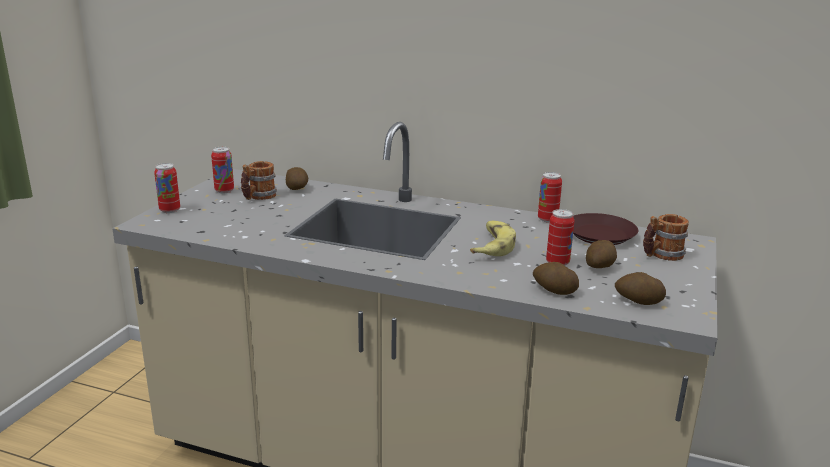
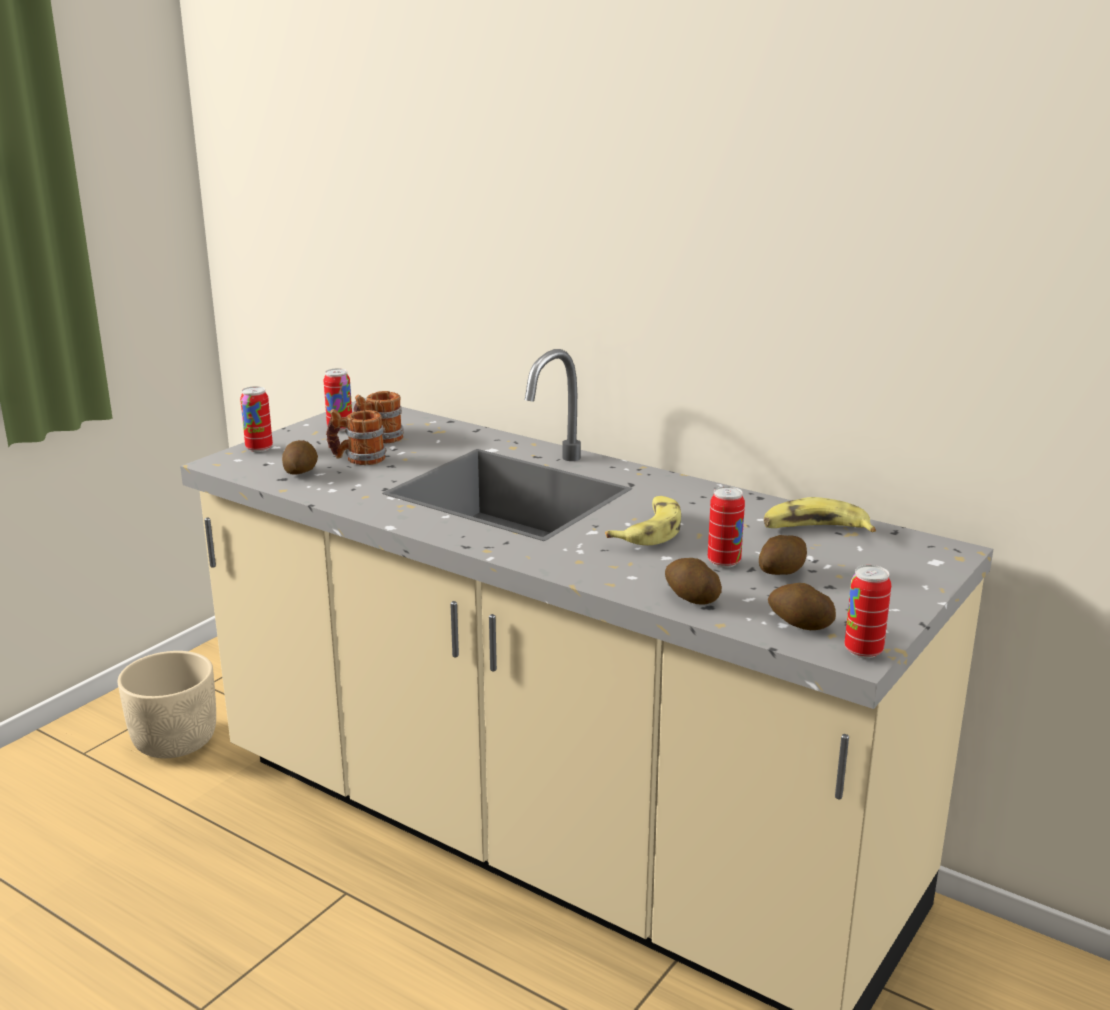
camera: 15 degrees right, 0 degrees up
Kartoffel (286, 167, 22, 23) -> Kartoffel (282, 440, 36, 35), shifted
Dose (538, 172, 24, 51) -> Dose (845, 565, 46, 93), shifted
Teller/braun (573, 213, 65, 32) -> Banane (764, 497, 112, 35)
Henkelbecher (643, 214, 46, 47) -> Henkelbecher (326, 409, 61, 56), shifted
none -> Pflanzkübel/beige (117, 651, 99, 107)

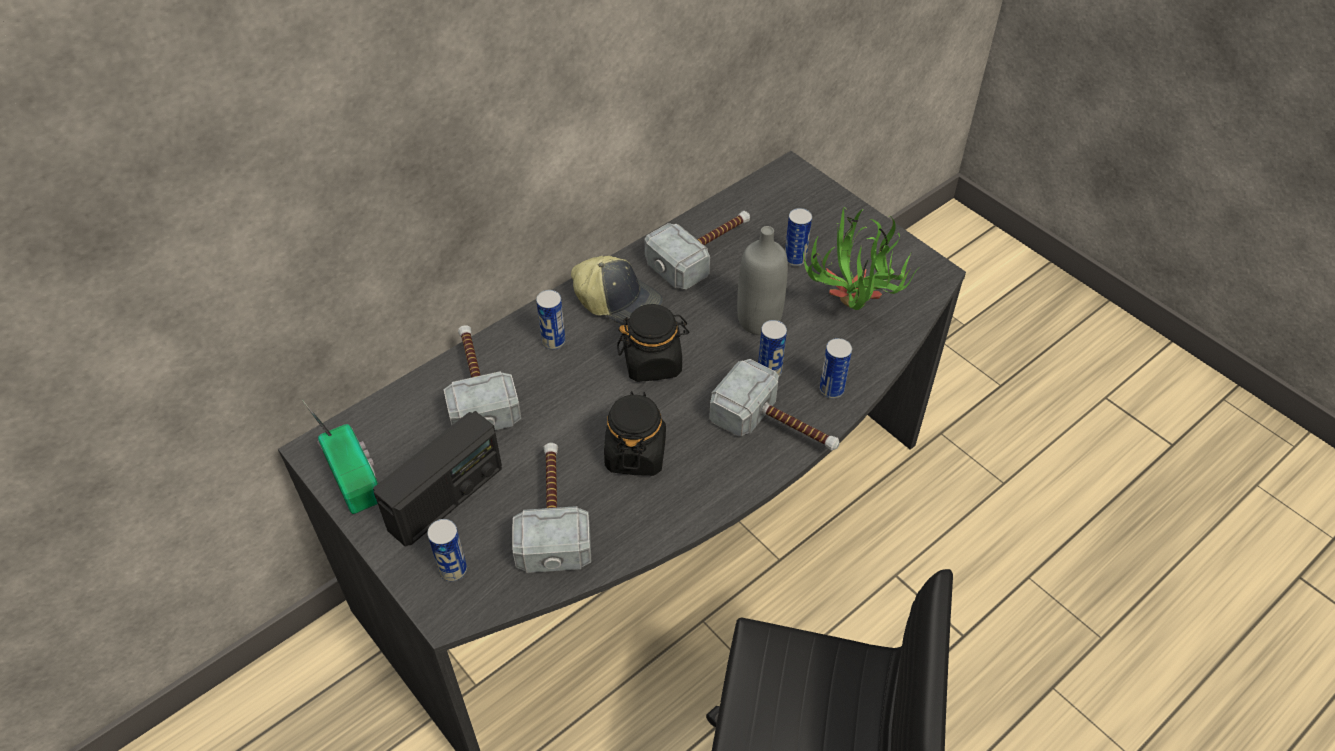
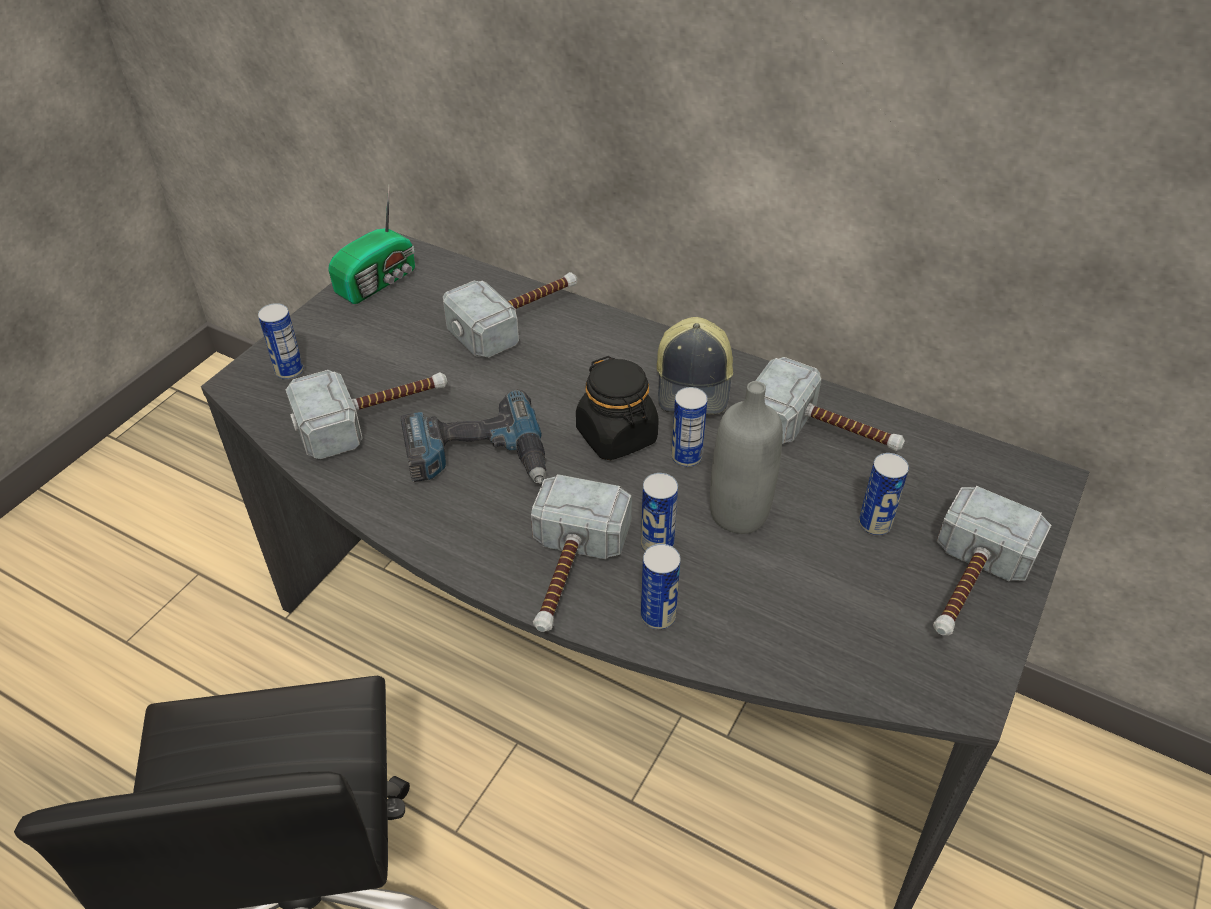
camera: 70 degrees right, 5 degrees down
Radio (373, 411, 129, 136) -> none
Dose (536, 290, 29, 60) -> Dose (671, 387, 37, 80), shifted
Vorratsglas/schwarz (604, 391, 62, 85) -> Bohrmaschine (400, 389, 146, 95)
Topfpflanze (803, 207, 119, 103) -> none
none -> Hammer (933, 486, 118, 149)

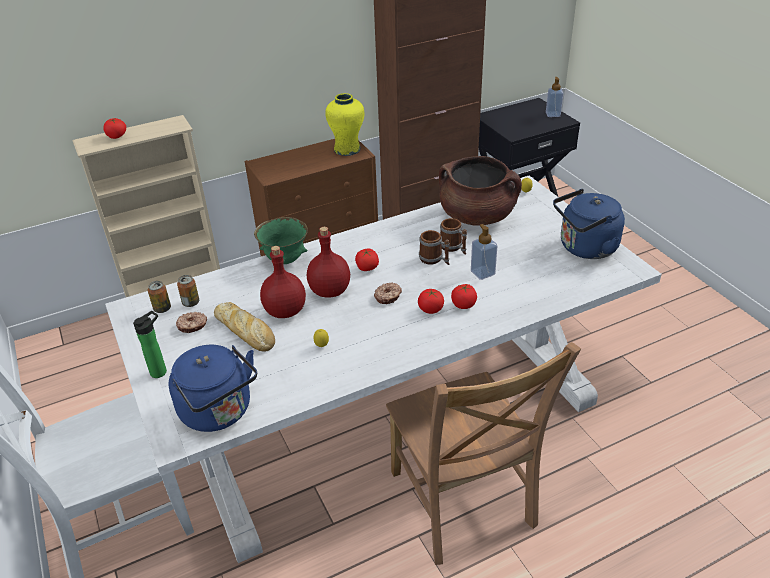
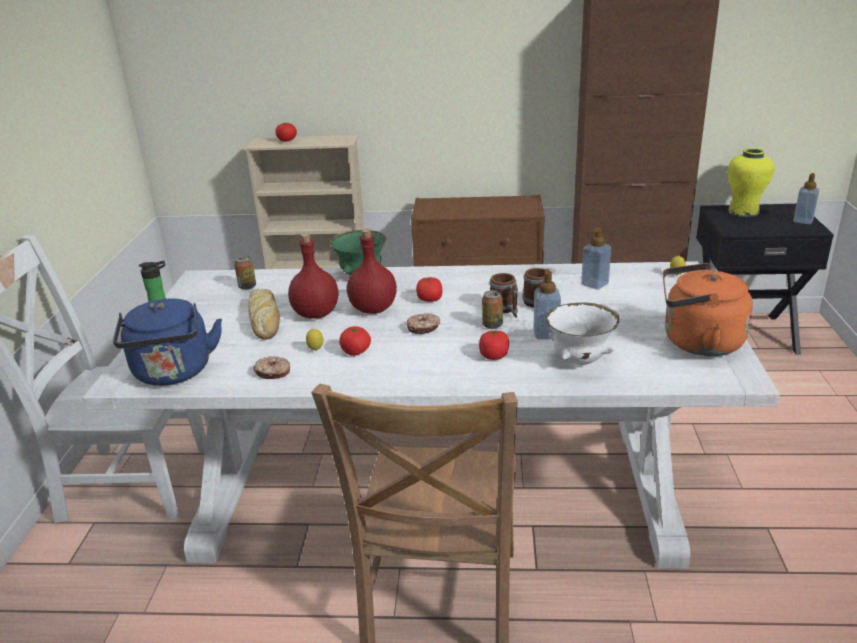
camera: 30 degrees right, 10 degrees down
Dose (148, 281, 23, 32) -> Dose (482, 290, 21, 39), shifted
Donut (176, 312, 31, 21) -> Donut (253, 356, 37, 23), shifted
Vase/gelb (325, 93, 39, 63) -> Vase/gelb (728, 148, 47, 69), shifted
Tomate (418, 289, 26, 25) -> Tomate (339, 326, 32, 30), shifted
Kochtopf/braun (439, 156, 83, 70) -> Seifenspender (581, 227, 30, 63)
Wasserkessel/blau (553, 189, 72, 70) -> Wasserkessel/orange (663, 263, 90, 93)
none -> Schüssel/weiß (546, 302, 73, 63)

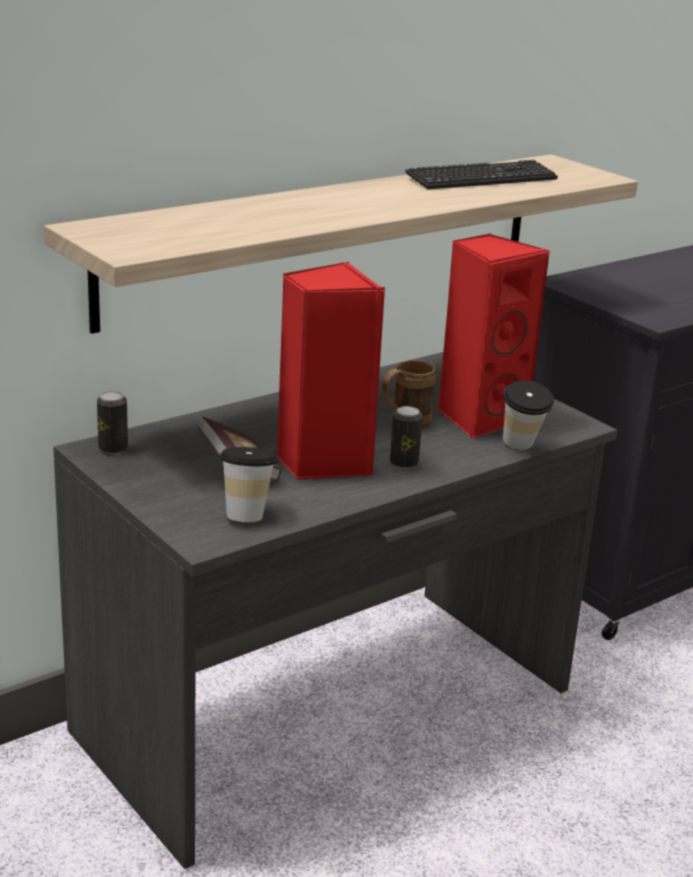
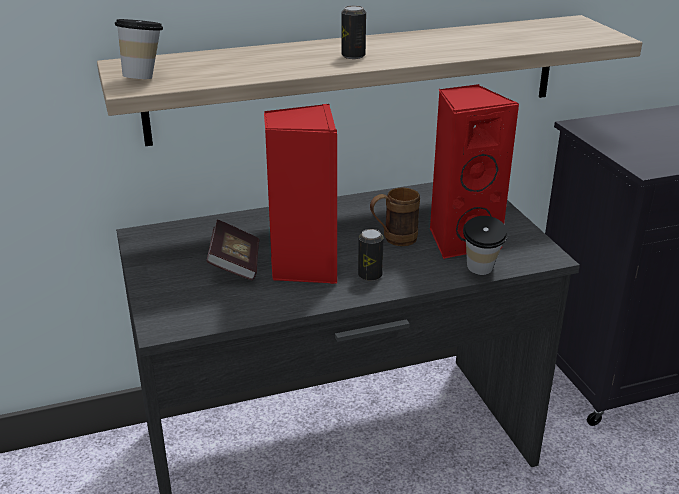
camera: 20 degrees right, 5 degrees up
Dose (97, 391, 31, 63) -> Dose (342, 6, 24, 53), shifted
Tasse (220, 447, 58, 75) -> Tasse (115, 19, 48, 60), shifted
Tastatur (405, 160, 153, 29) -> none

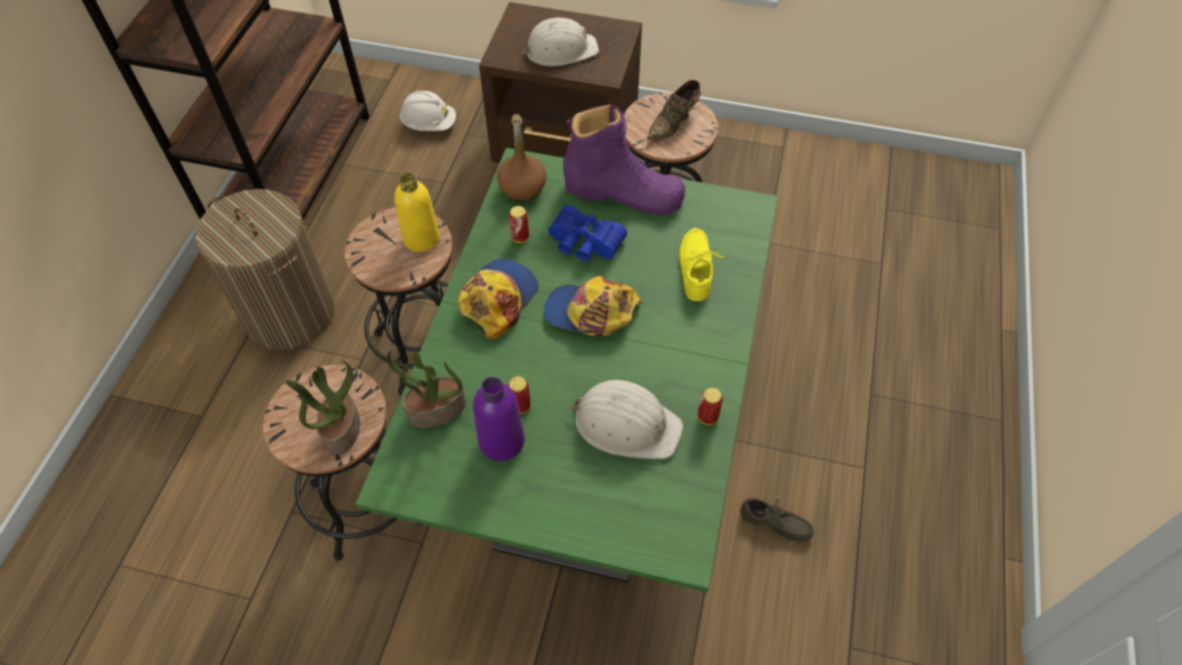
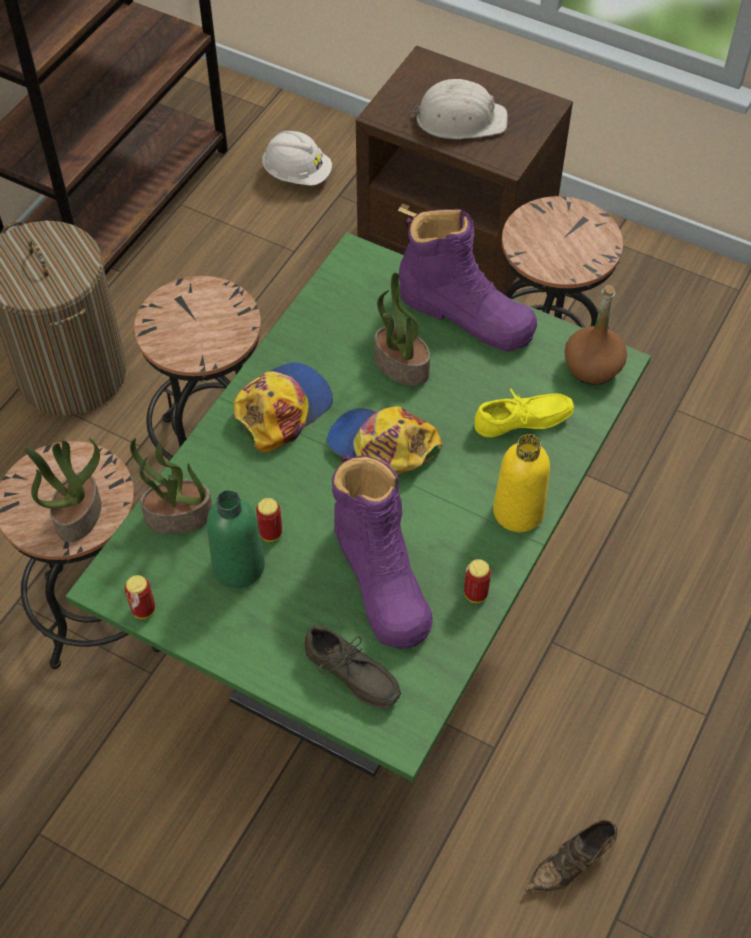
camera: 15 degrees right, 0 degrees up
Flasche/gelb (394, 172, 46, 80) -> Flasche/gelb (493, 434, 57, 98), shifted
Flasche/lila (473, 377, 52, 84) -> Flasche/grün (207, 490, 58, 98)
Flasche/braun (497, 114, 50, 88) -> Flasche/braun (564, 285, 63, 100), shifted
Dose (509, 206, 20, 37) -> Dose (125, 575, 30, 44), shifted
Fernglas/blau (548, 205, 79, 57) -> Topfpflanze (374, 273, 56, 113)
Schutzhelm/weiß (569, 380, 114, 79) -> Stiefel/lila (332, 455, 101, 194)
Schuh/braun (647, 80, 54, 61) -> Schuh/braun (526, 819, 92, 74), shifted
Schuh/gelb (679, 228, 46, 73) -> Schuh/gelb (474, 388, 100, 49), 60 degrees clockwise
Schuh/grau (740, 498, 74, 44) -> Schuh/grau (304, 625, 97, 83), shifted

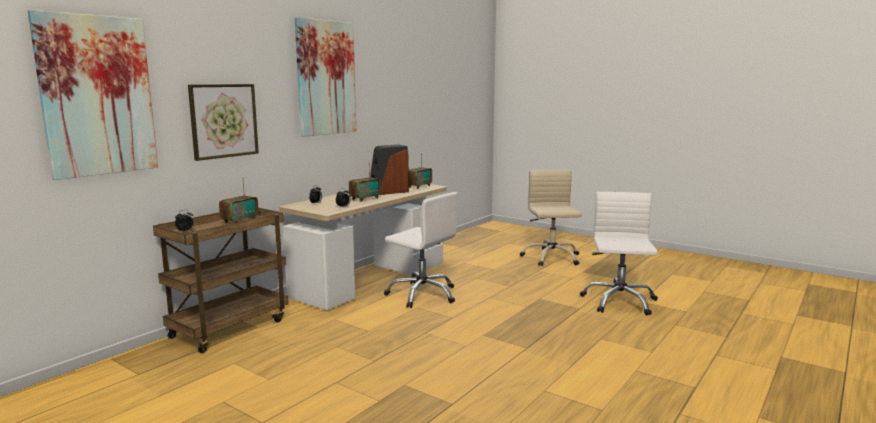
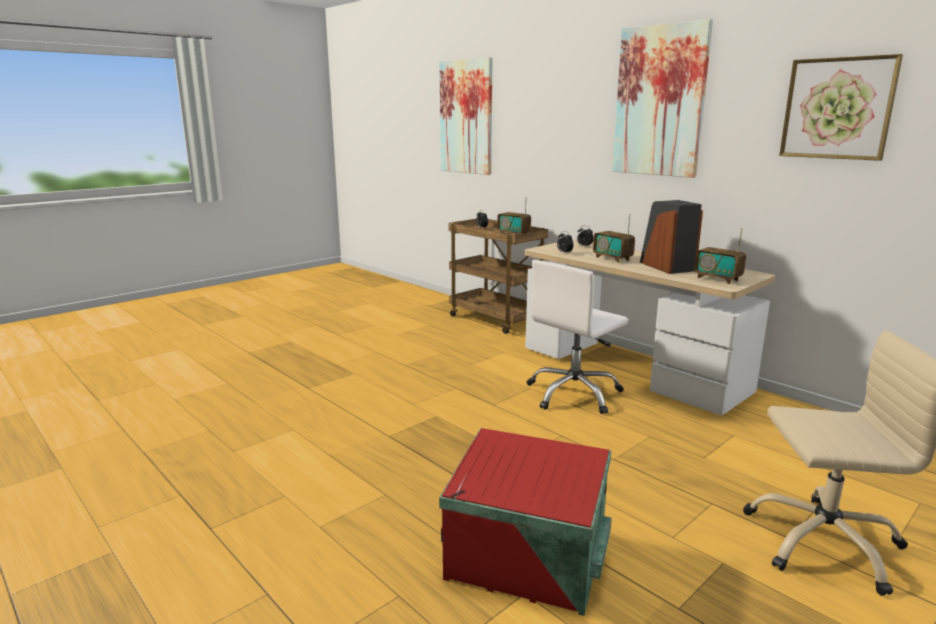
camera: 100 degrees right, 5 degrees up
Bild (188, 84, 71, 77) -> Bild (779, 54, 124, 107), shifted
Bürostuhl/weiß (580, 192, 78, 124) -> Aufbewahrungsbox/rot (439, 428, 173, 188)

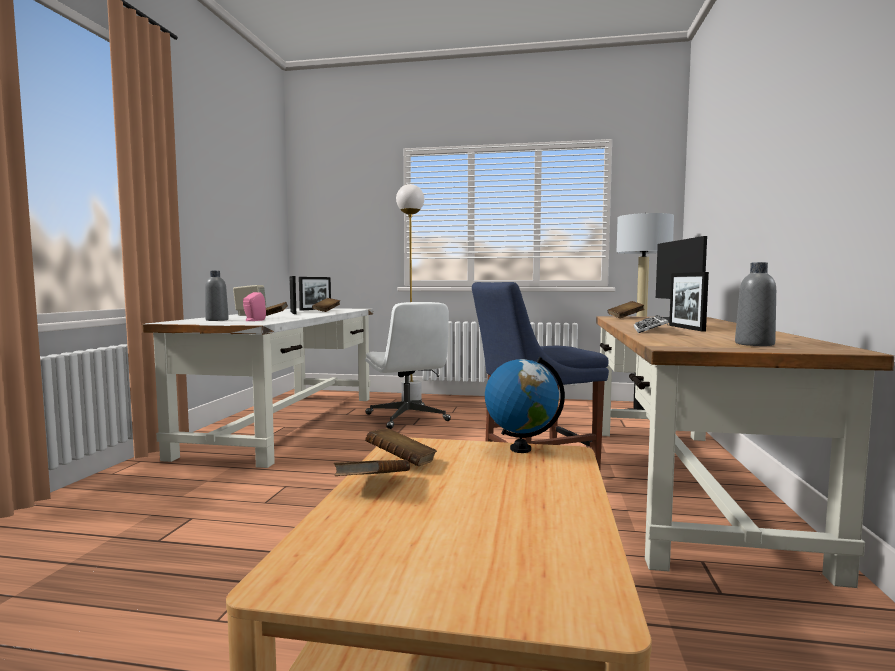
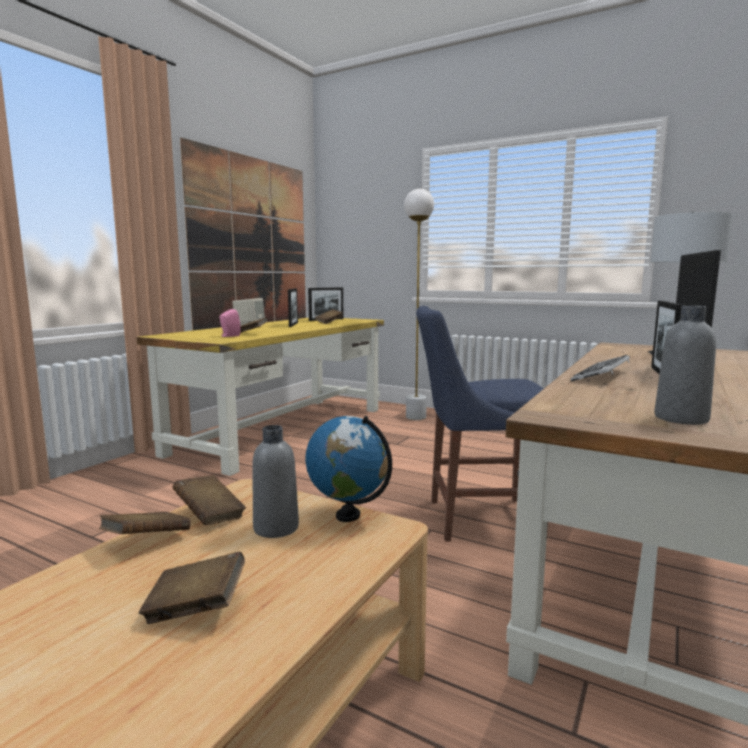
camera: 20 degrees right, 5 degrees up
Schreibtisch/weiß (142, 308, 231, 160) -> Schreibtisch/gelb (136, 318, 248, 158)
Flasche/grau (205, 271, 24, 50) -> Flasche/grau (252, 425, 47, 113), shifted
Bürostuhl/weiß (365, 302, 86, 127) -> none
Buch/braun (608, 301, 36, 17) -> Buch/braun (139, 552, 106, 72), shifted
none -> Bild (180, 138, 126, 193)

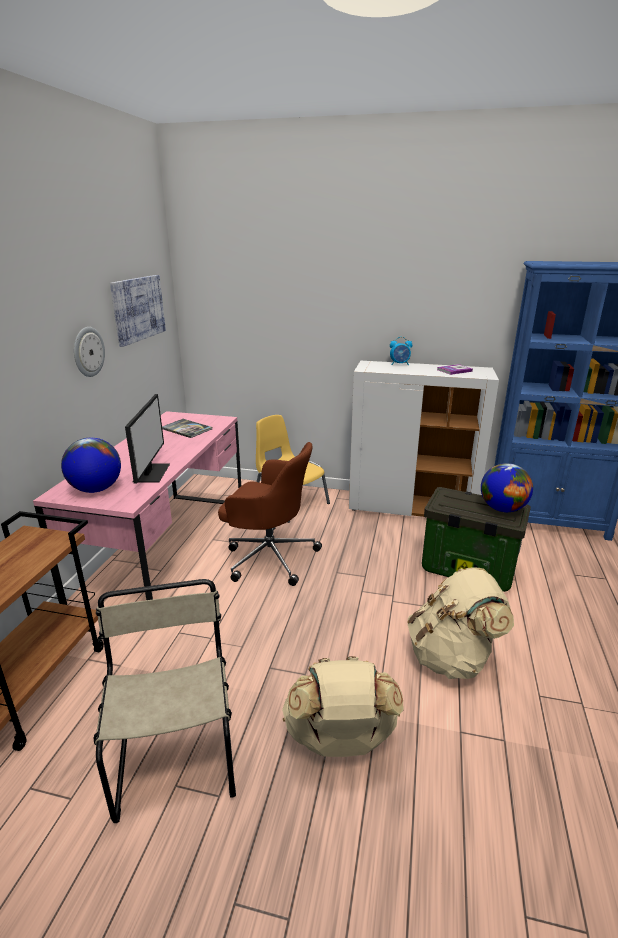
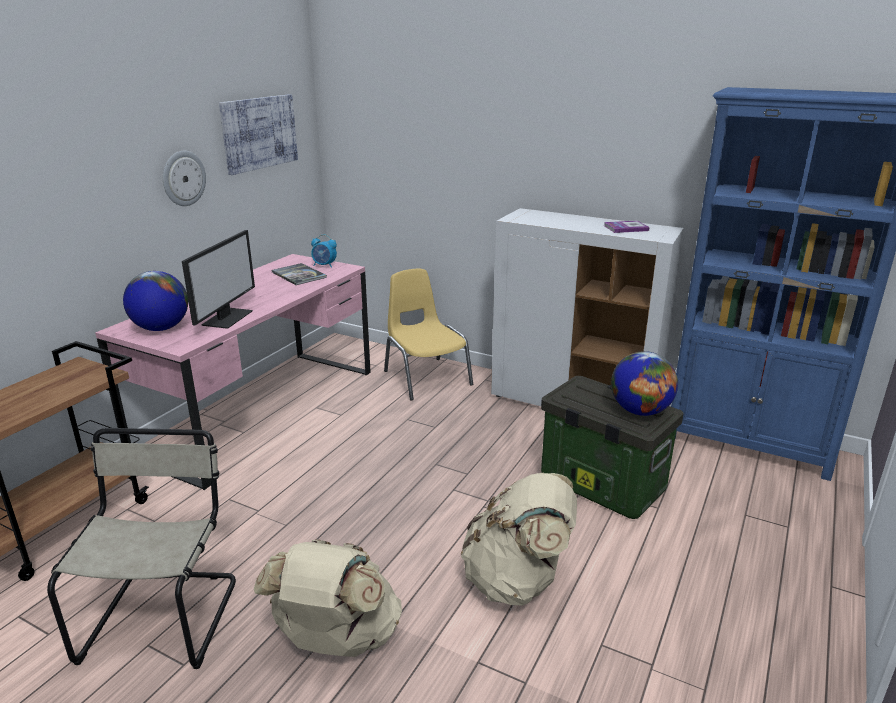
camera: 15 degrees right, 0 degrees up
Bürostuhl/braun (218, 442, 104, 144) -> none
Wecker (390, 337, 22, 28) -> Wecker (311, 234, 26, 34), shifted

